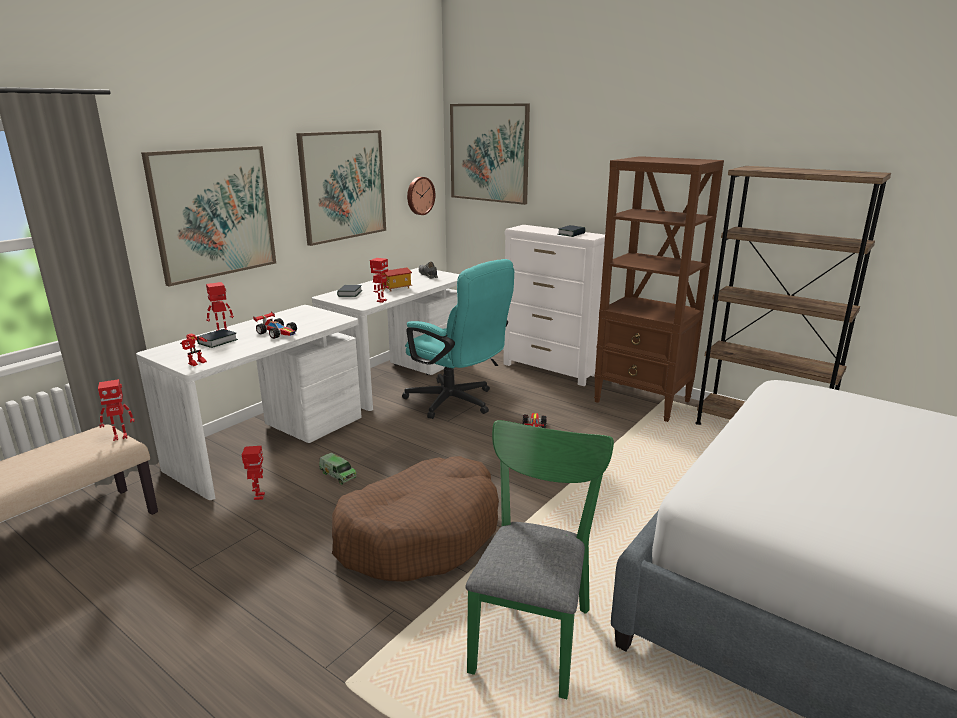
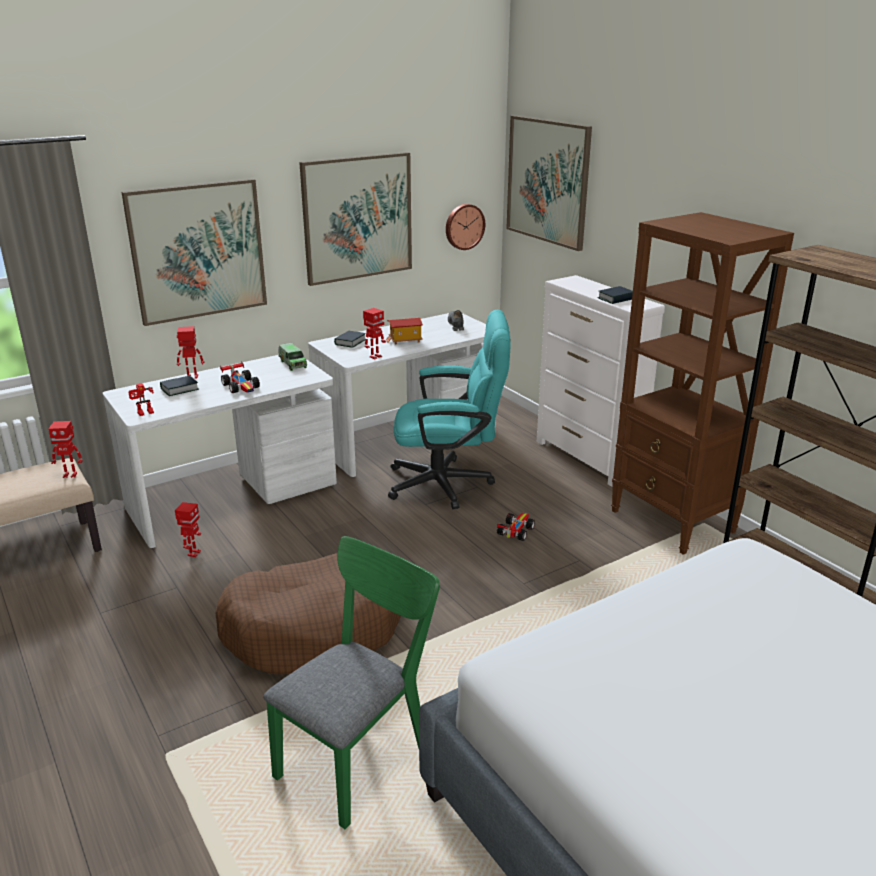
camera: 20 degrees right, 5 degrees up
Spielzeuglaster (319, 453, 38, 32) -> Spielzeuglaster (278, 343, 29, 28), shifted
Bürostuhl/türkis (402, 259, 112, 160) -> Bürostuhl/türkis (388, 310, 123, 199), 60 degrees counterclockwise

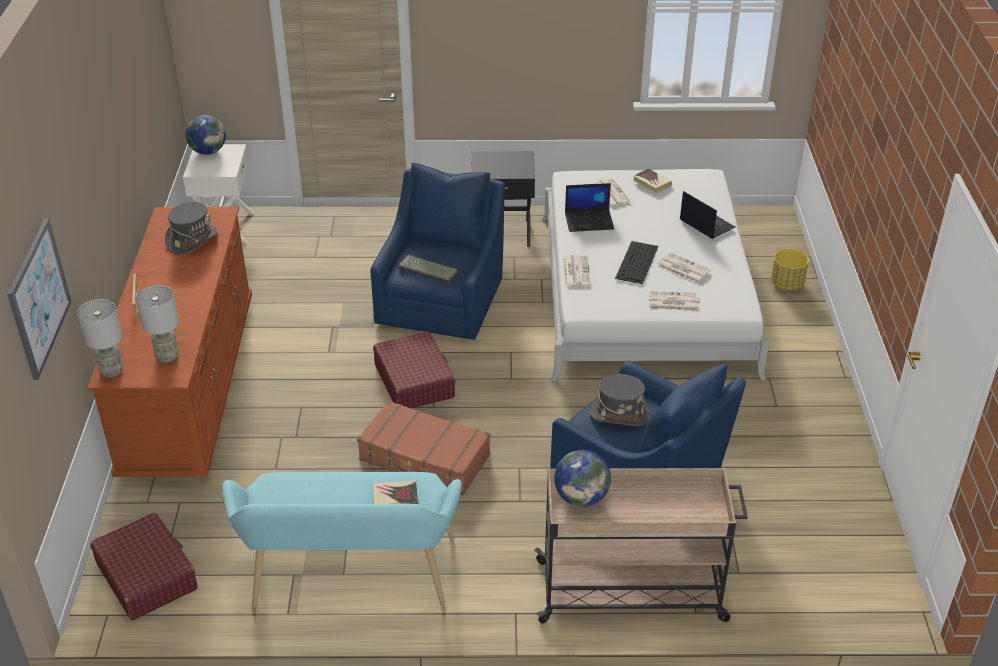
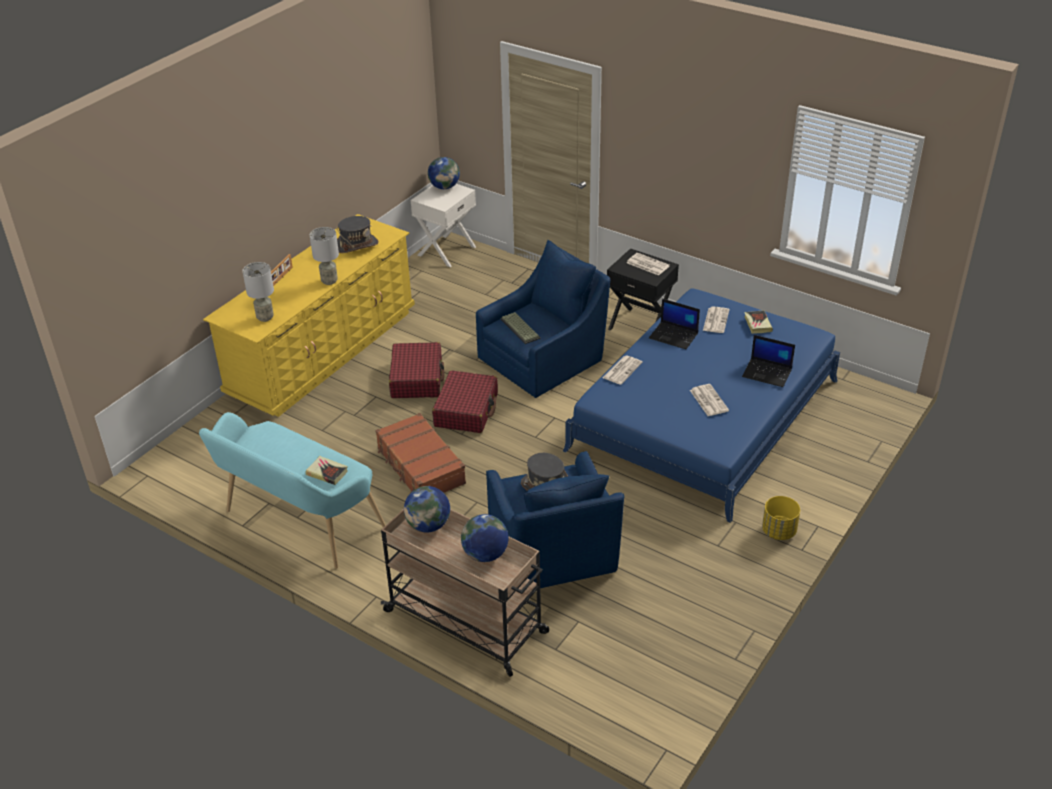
camera: 35 degrees right, 0 degrees up
Bild (7, 218, 64, 162) -> none
Tischlampe/grau (77, 299, 46, 78) -> Tischlampe/grau (310, 227, 29, 58), shifted
Kommode/braun (87, 207, 165, 270) -> Kommode/gelb (203, 214, 212, 203)
Koffer/rot (90, 513, 107, 107) -> Koffer/rot (389, 342, 55, 56), shifted
Bett/weiß (542, 169, 227, 212) -> Bett/blau (563, 288, 277, 235)
Tastatur (615, 241, 43, 43) -> none
Zeitung (649, 291, 50, 20) -> Zeitung (627, 253, 43, 23), shifted
Laptop (680, 191, 55, 48) -> Laptop (742, 335, 53, 52), 120 degrees clockwise
Pflanzkübel/gelb (771, 249, 38, 41) -> Pflanzkübel/gelb (762, 496, 38, 44), shifted
none -> Globus (461, 514, 47, 48)

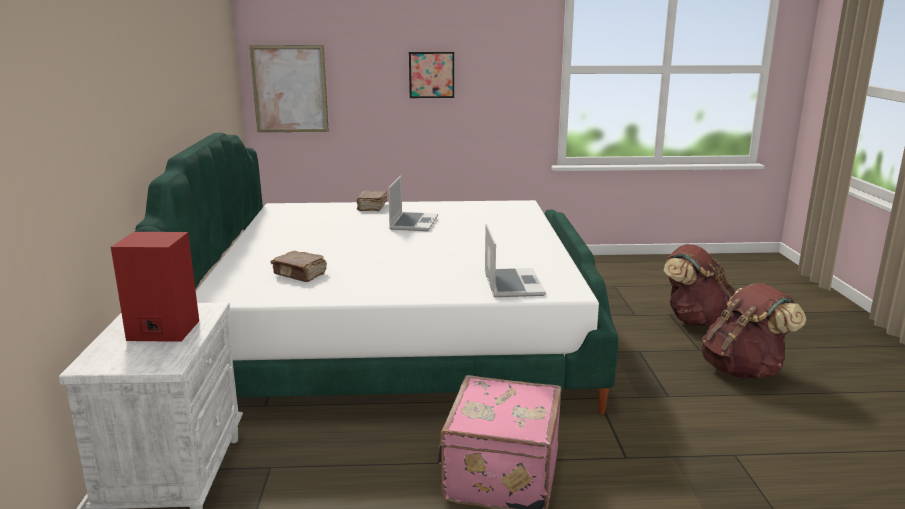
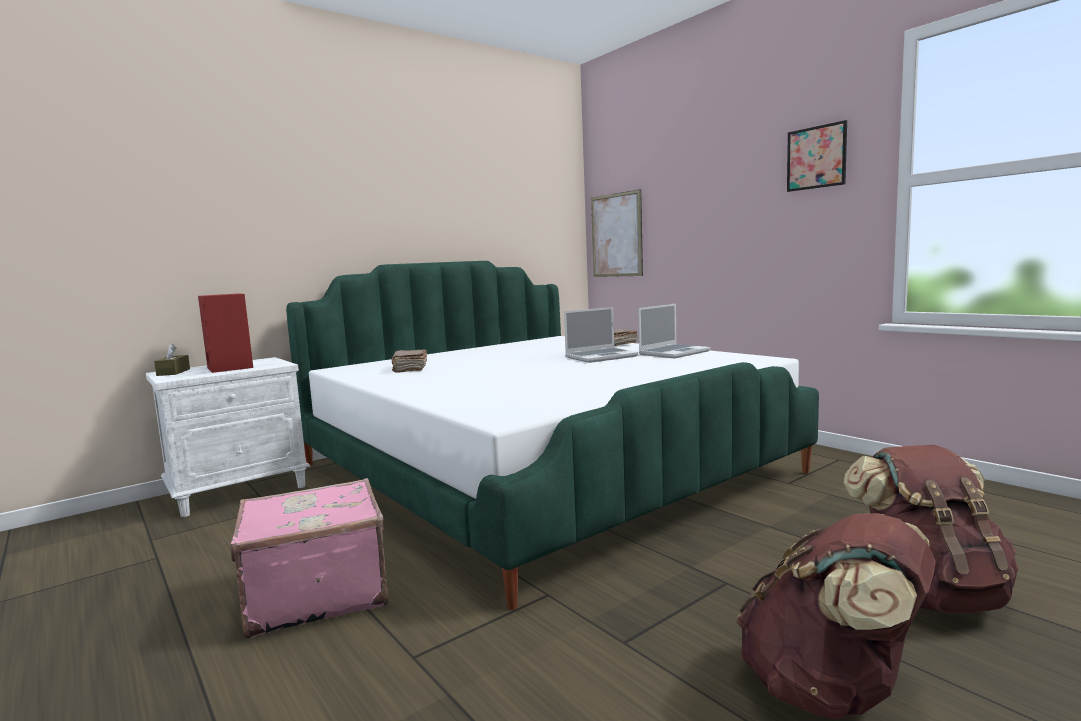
camera: 55 degrees right, 10 degrees down
Bild (409, 52, 45, 46) -> Bild (787, 120, 60, 72), shifted
Laptop (485, 223, 61, 74) -> Laptop (638, 304, 72, 55), shifted
none -> Taschentuchbox/braun (154, 343, 36, 33)

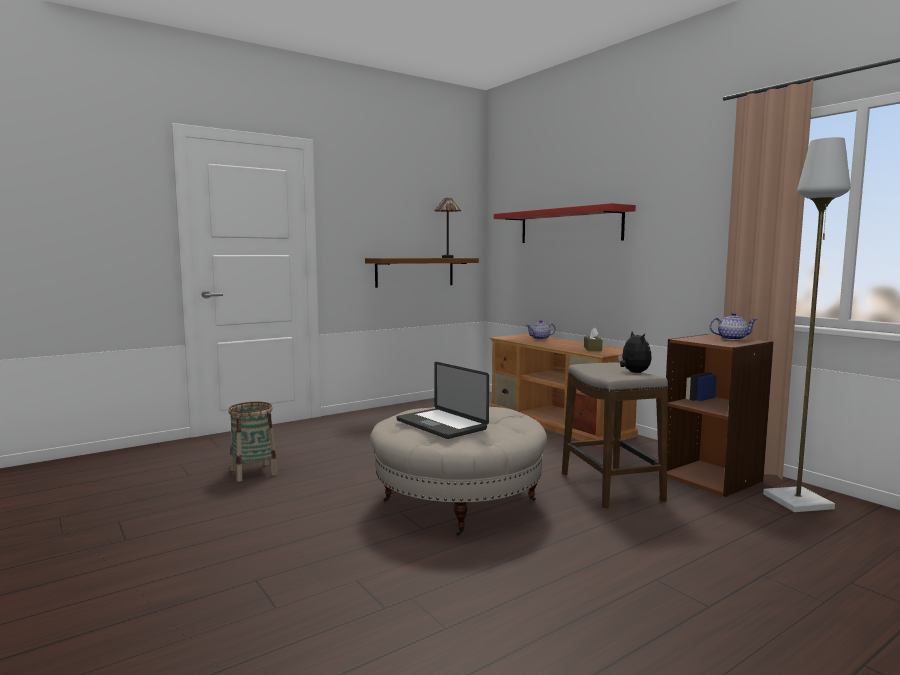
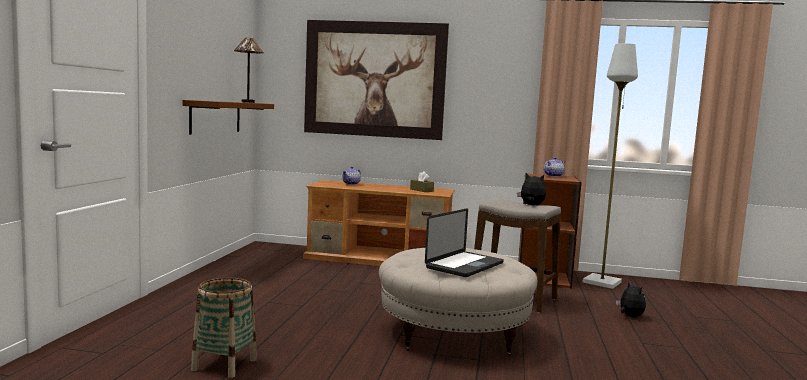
camera: 45 degrees left, 0 degrees up
Laptop (397, 362, 92, 77) -> Laptop (425, 208, 79, 69), 60 degrees counterclockwise
Wandregal/rot (494, 203, 142, 40) -> Bild (304, 20, 145, 120)
none -> Plüschtier (616, 281, 30, 36)

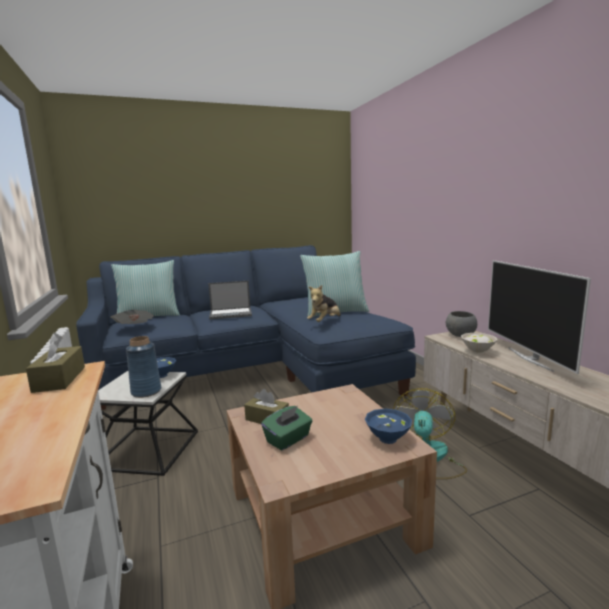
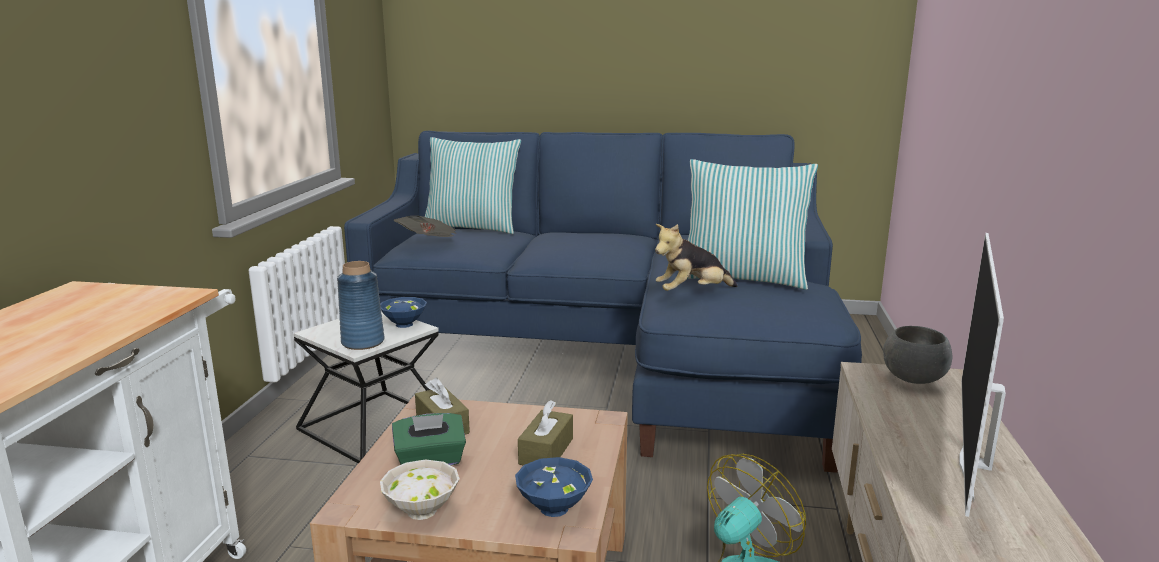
camera: 30 degrees right, 5 degrees up
Taschentuchbox/braun (26, 333, 59, 60) -> Taschentuchbox/braun (518, 400, 55, 65), shifted
Laptop (208, 281, 44, 39) -> none
Schüssel/weiß (461, 333, 37, 21) -> Schüssel/weiß (380, 459, 80, 61), shifted

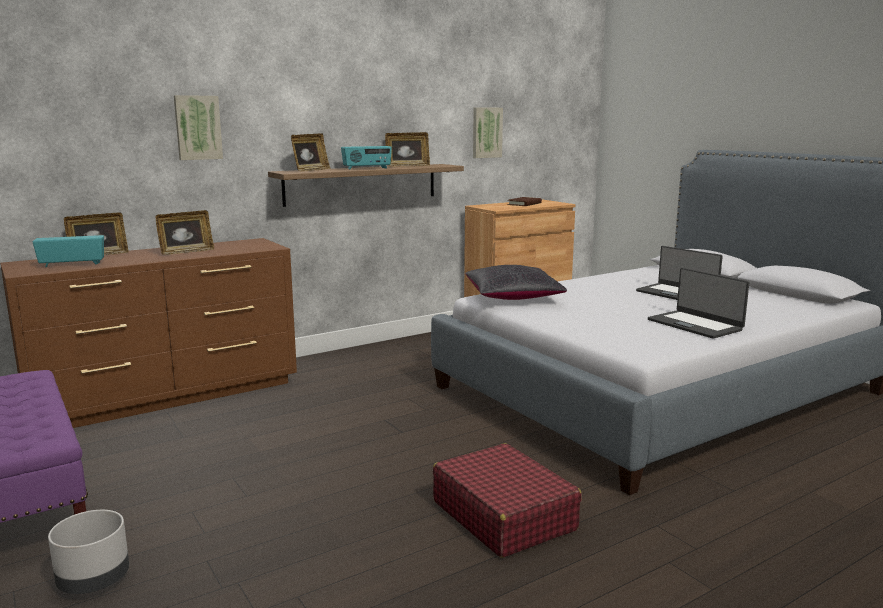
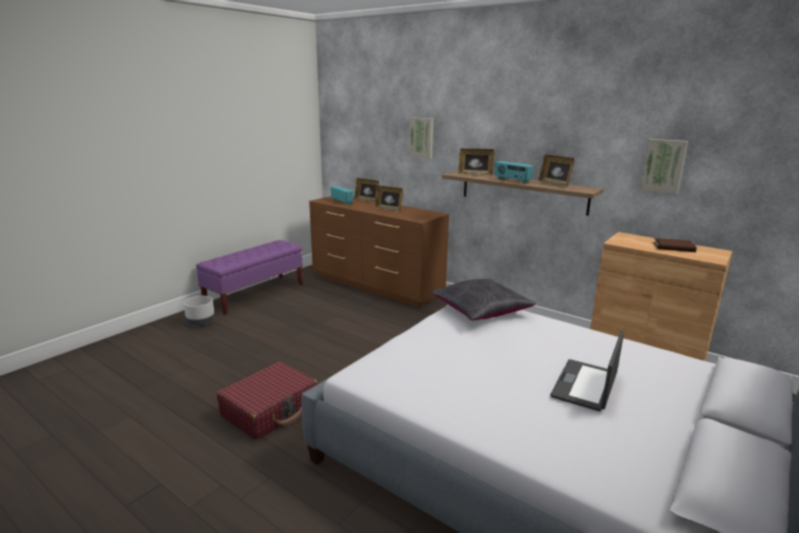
camera: 70 degrees right, 5 degrees up
Laptop (648, 268, 102, 71) -> none

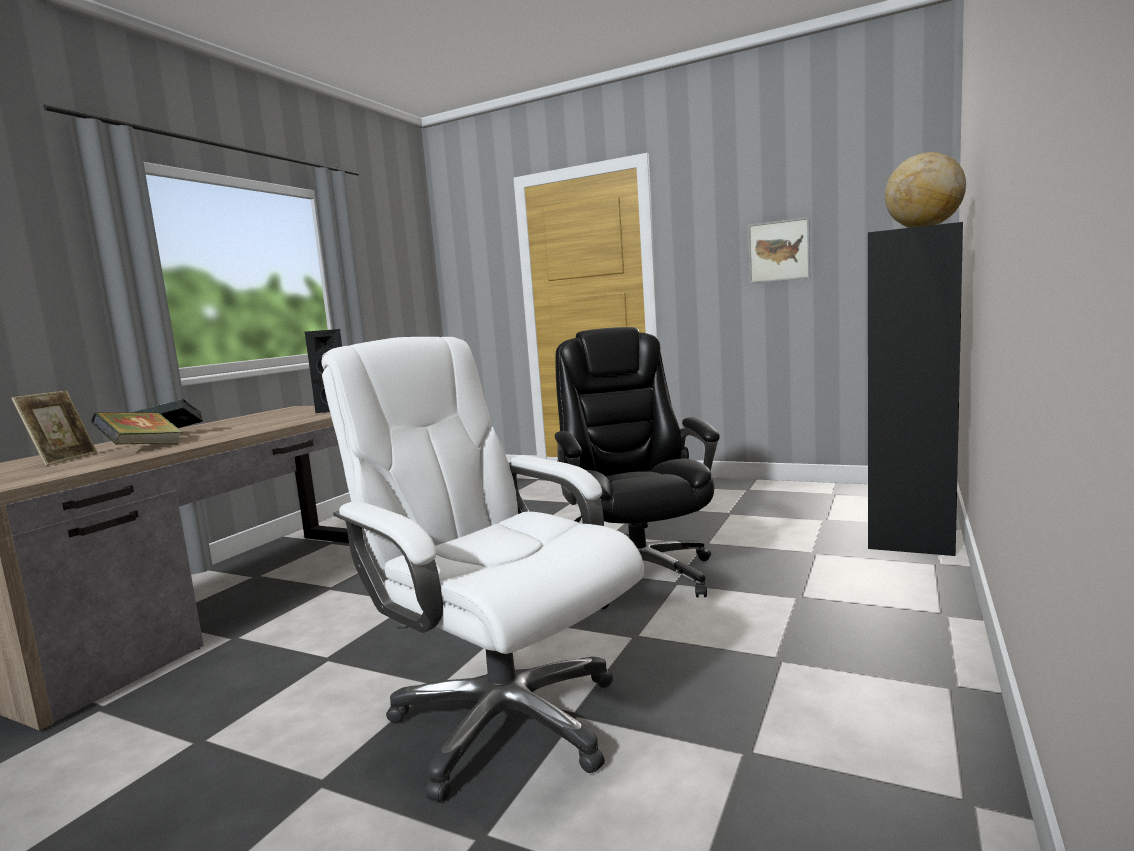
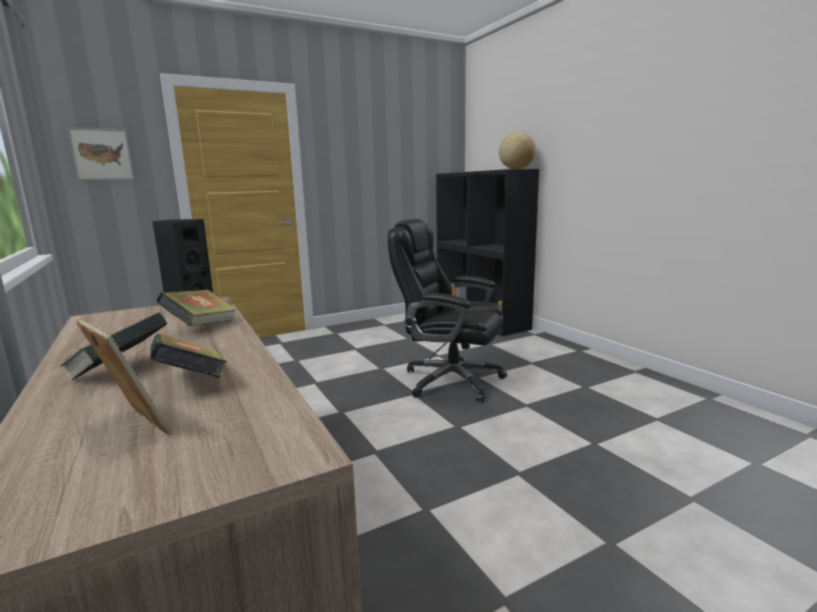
camera: 55 degrees left, 5 degrees up
Bürostuhl/weiß (322, 337, 322, 465) -> none
Bild (748, 217, 62, 66) -> Bild (67, 128, 67, 52), shifted
none -> Buch (157, 290, 80, 36)

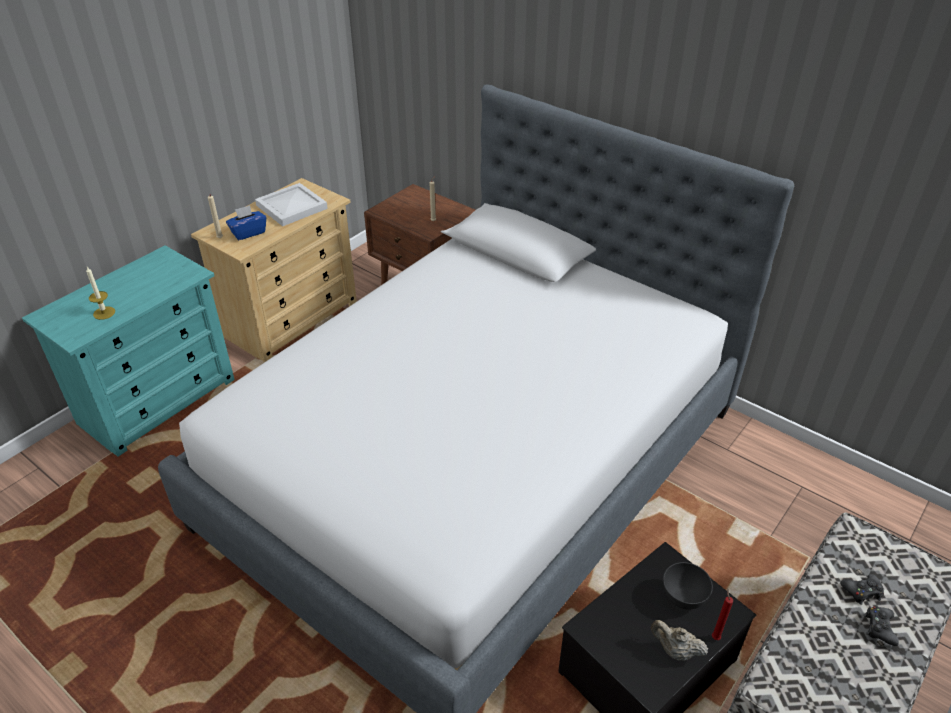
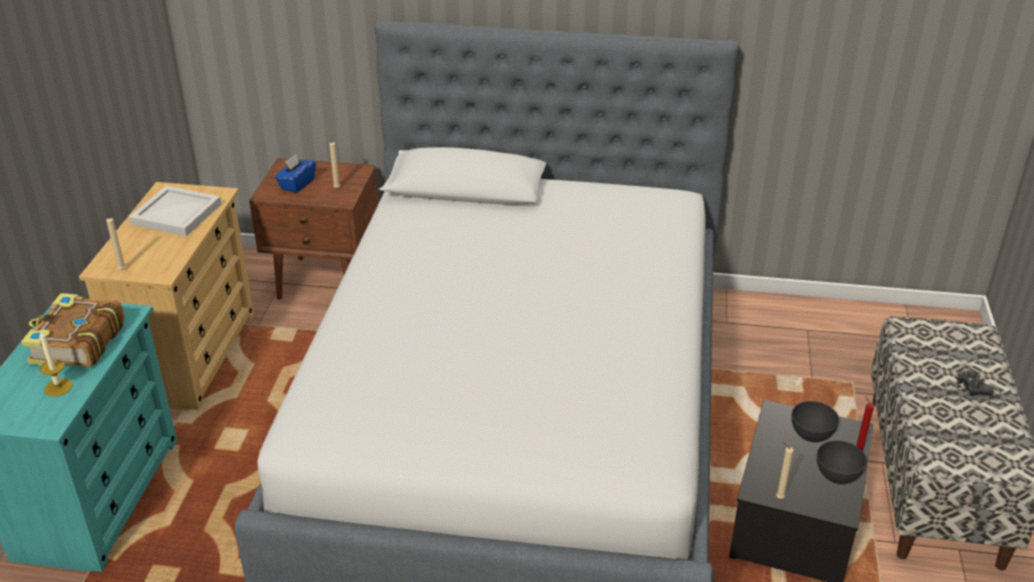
camera: 30 degrees left, 5 degrees down
Taschentuchbox/blau (226, 205, 40, 35) -> Taschentuchbox/blau (275, 154, 41, 39), shifted
Teekanne/beige (651, 620, 57, 40) -> Schüssel/grau (817, 440, 50, 44)
Gamepad/schwarz (840, 574, 44, 31) -> none
none -> Buch (21, 293, 104, 75)
none -> Kerze/beige (776, 442, 18, 57)

